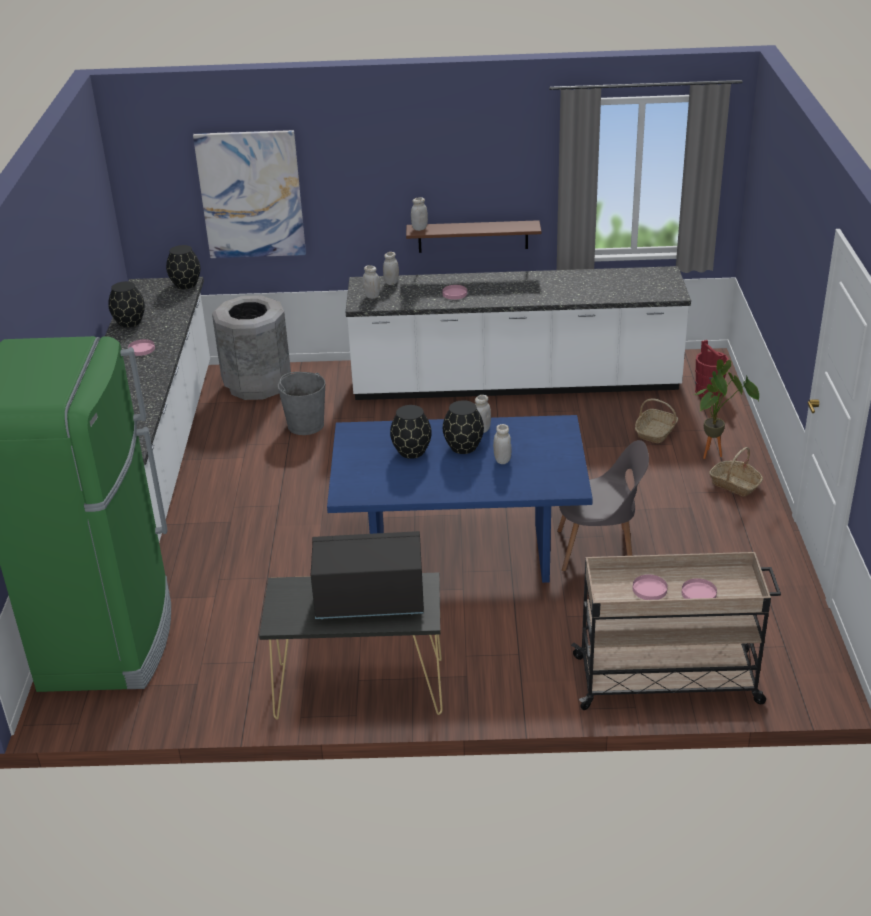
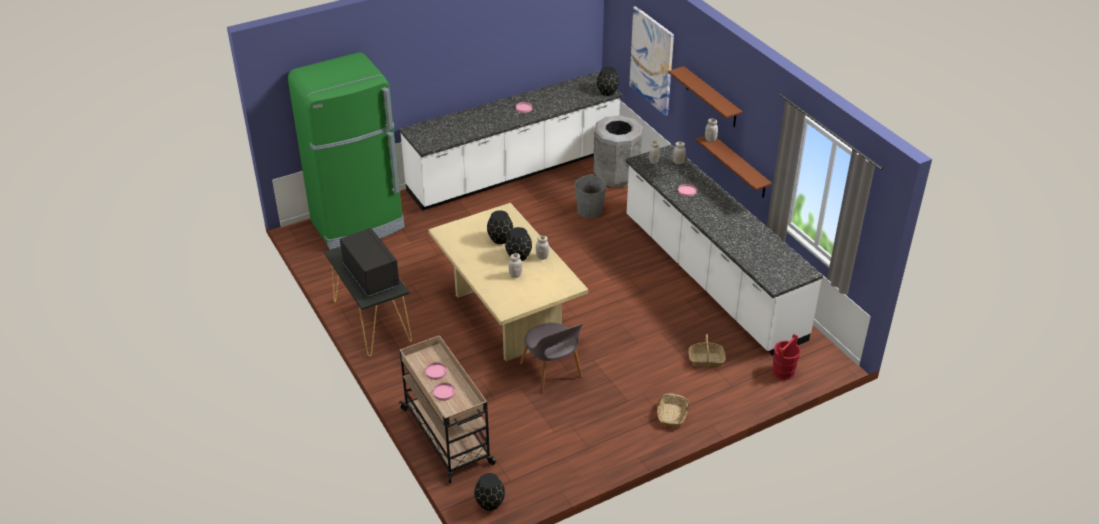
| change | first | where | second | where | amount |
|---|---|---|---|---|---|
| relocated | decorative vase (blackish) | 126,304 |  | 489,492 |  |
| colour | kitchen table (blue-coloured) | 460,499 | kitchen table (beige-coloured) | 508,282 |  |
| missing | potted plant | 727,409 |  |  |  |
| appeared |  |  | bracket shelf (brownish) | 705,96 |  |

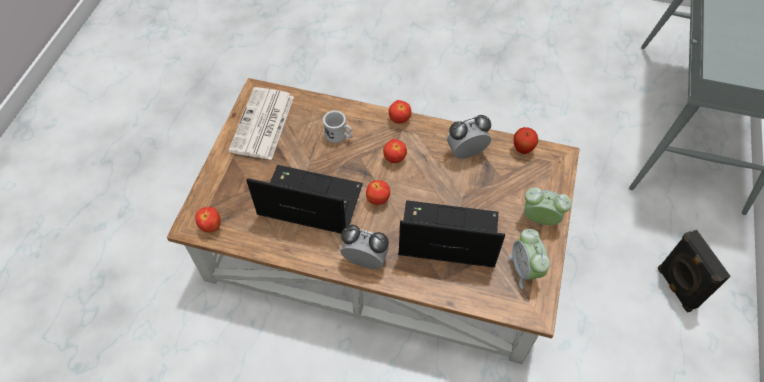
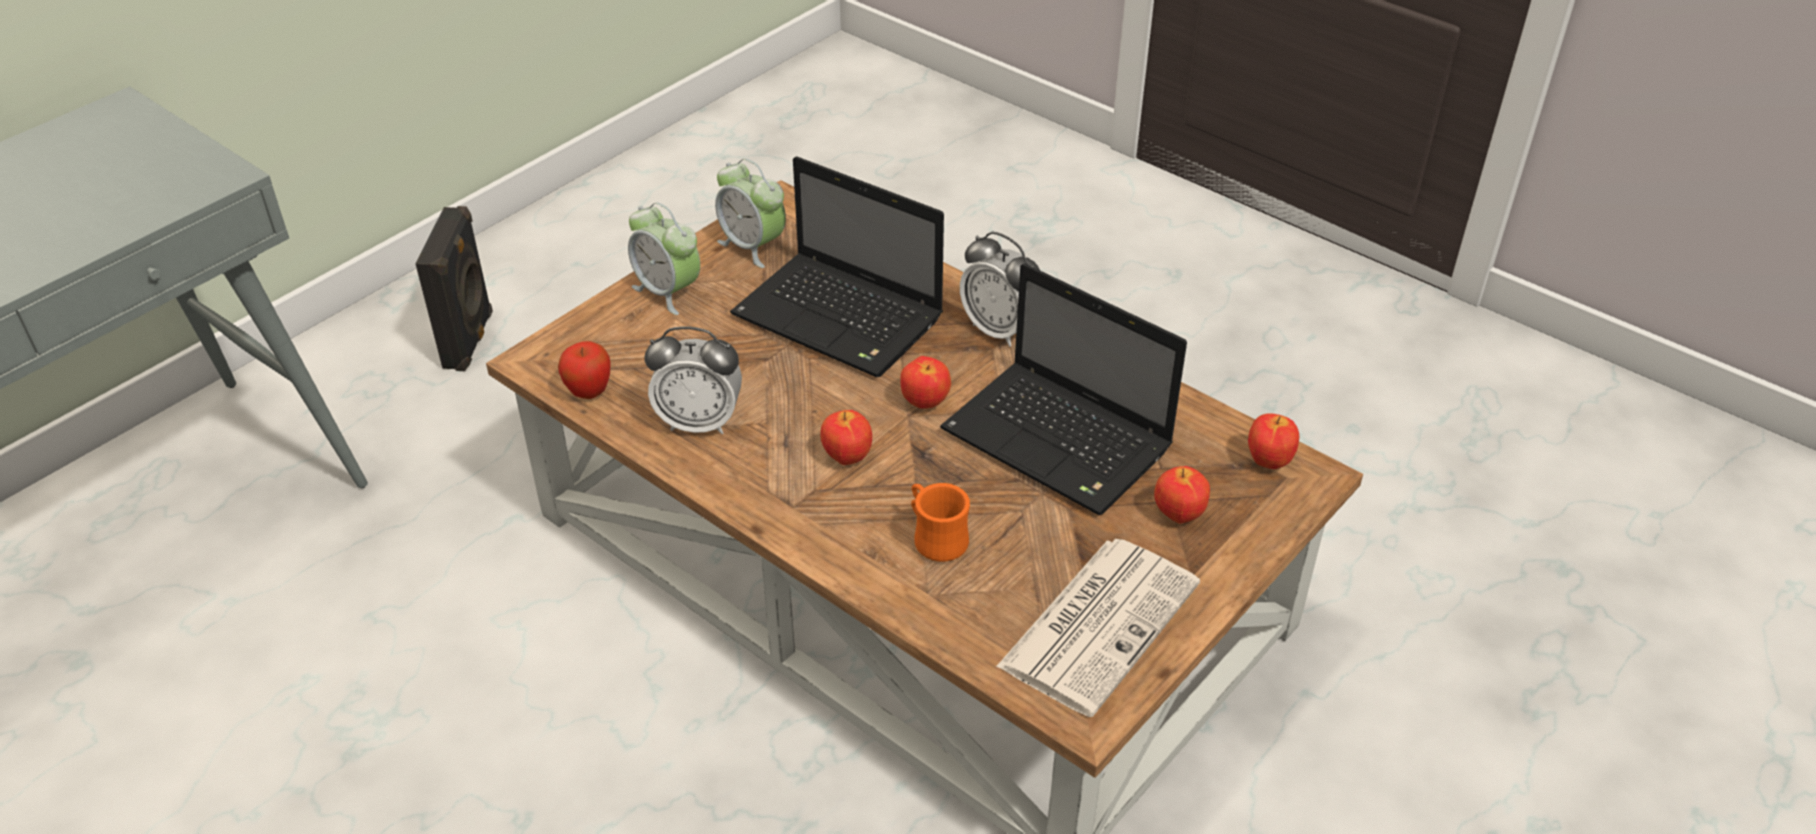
| change | first | where | second | where | amount |
|---|---|---|---|---|---|
| colour | coffee mug (white) | 338,127 | coffee mug (orangey) | 940,522 |  |
| relocated | whole apple | 400,112 |  | 1182,495 |  |
| spun | table clock | 529,259 |  | 750,213 | 120 degrees clockwise |

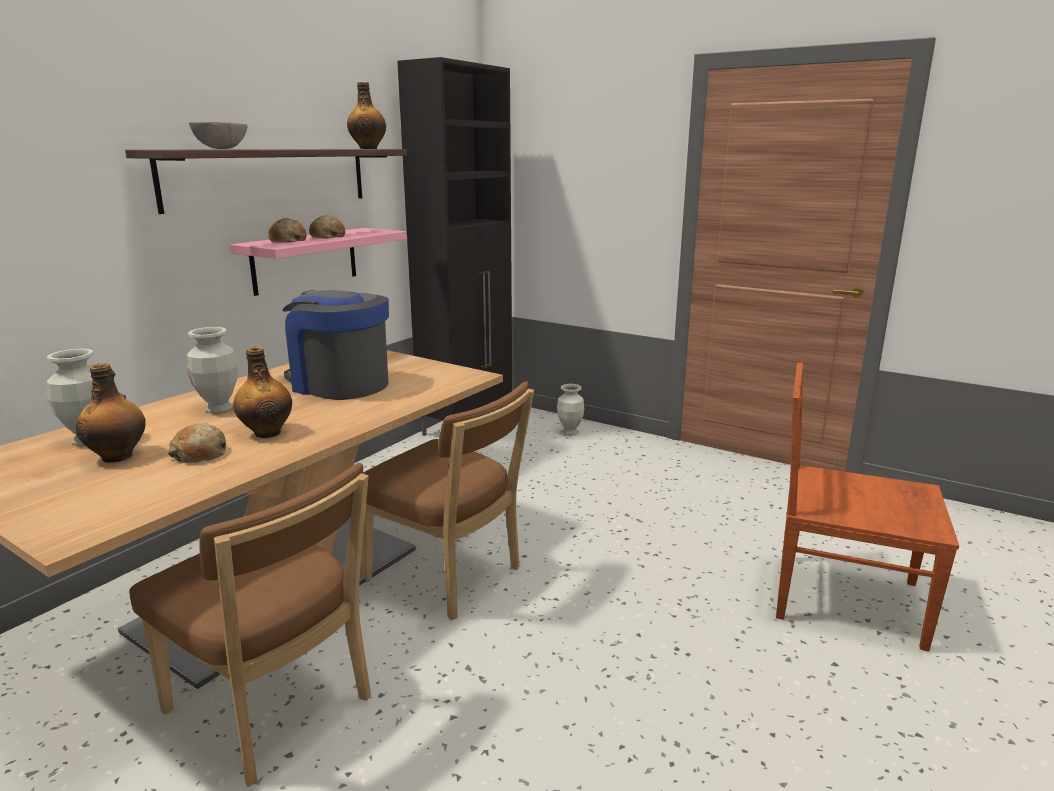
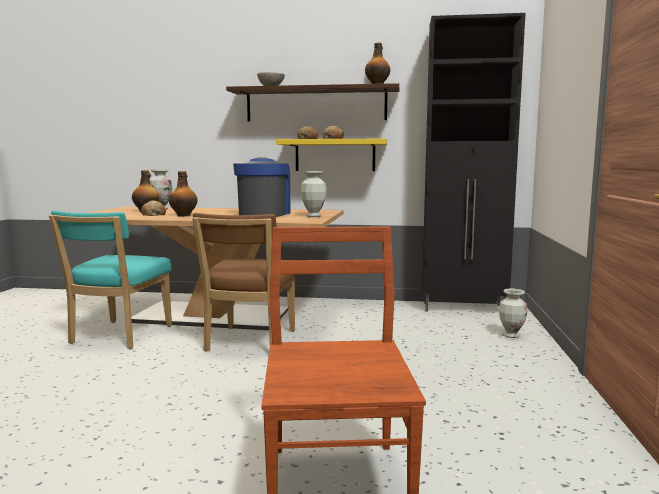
| change | first | where | second | where | amount |
|---|---|---|---|---|---|
| colour | upright chair (brownish) | 250,625 | upright chair (blue-green) | 110,279 |  |
| relocated | decorative vase | 212,370 |  | 314,194 |  |
| colour | bracket shelf (pink-coloured) | 318,262 | bracket shelf (yellow-coloured) | 331,155 |  |

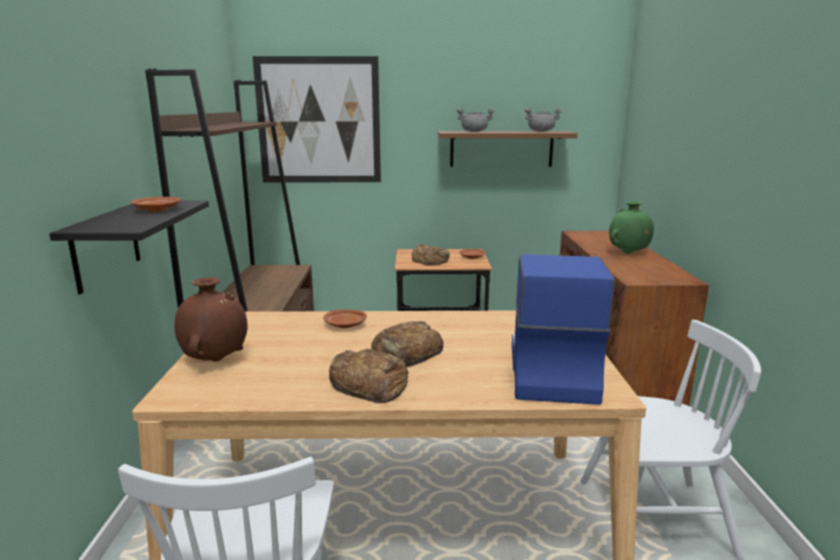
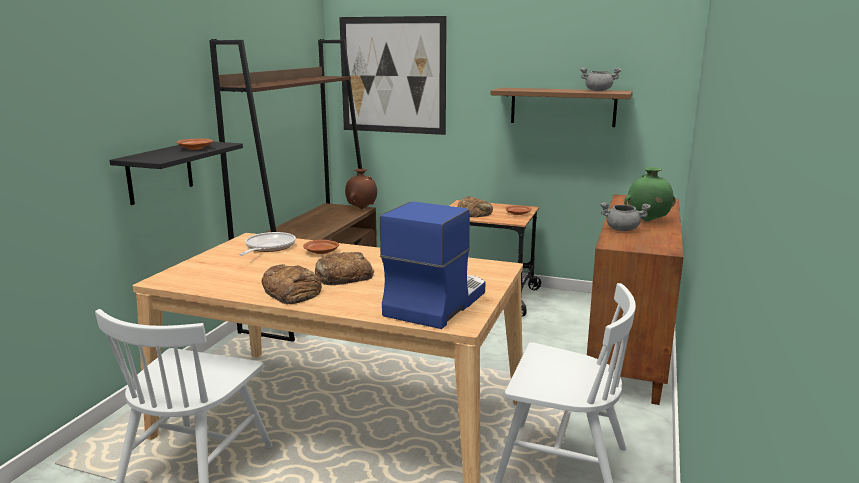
| change | first | where | second | where | amount |
|---|---|---|---|---|---|
| relocated | decorative vase (brownish) | 211,319 |  | 361,189 |  |
| relocated | saucepot (gray) | 475,120 |  | 625,216 |  |
| appeared |  |  | frying pan | 267,244 |  |

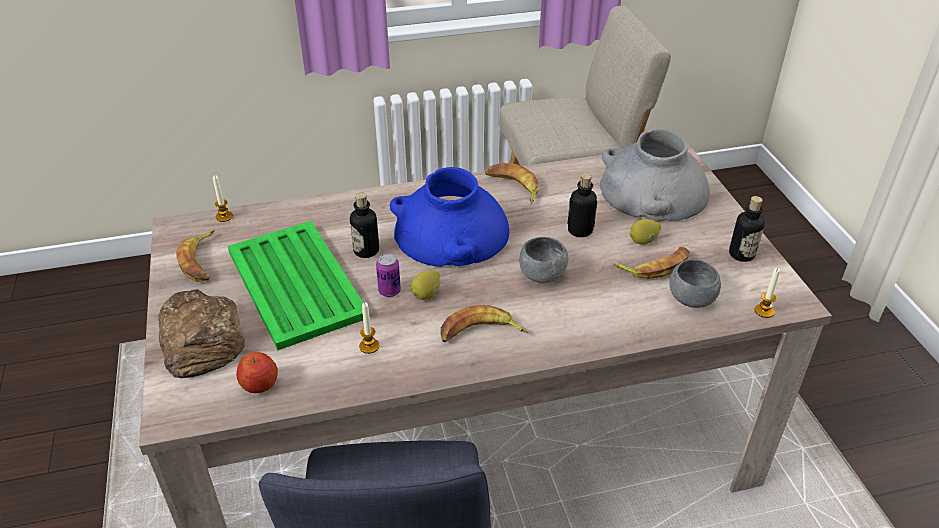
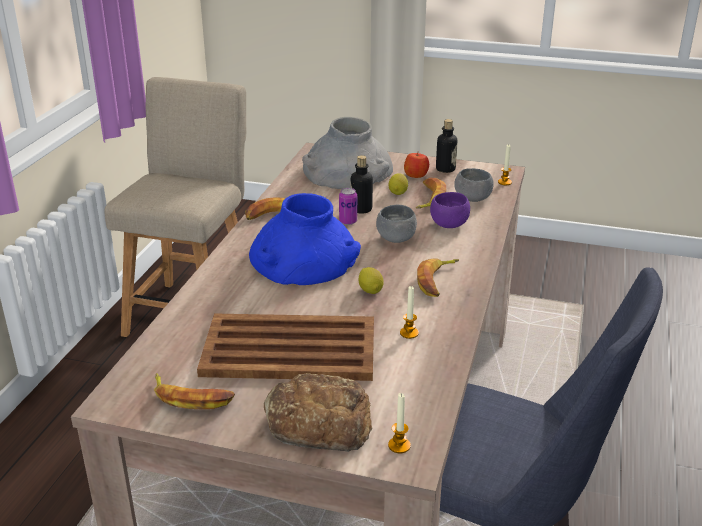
| change | first | where | second | where | amount |
|---|---|---|---|---|---|
| relocated | candle | 223,198 |  | 399,423 |  |
| colour | carrying tray (greenish) | 295,285 | carrying tray (brownish) | 285,347 |  |
| relocated | whole apple | 257,372 |  | 416,165 |  |
| missing | drink bottle | 364,225 |  |  |  |
| relocated | sealed can | 388,275 |  | 348,206 |  |
| appeared |  |  | deep dish (purplish) | 450,210 |  |

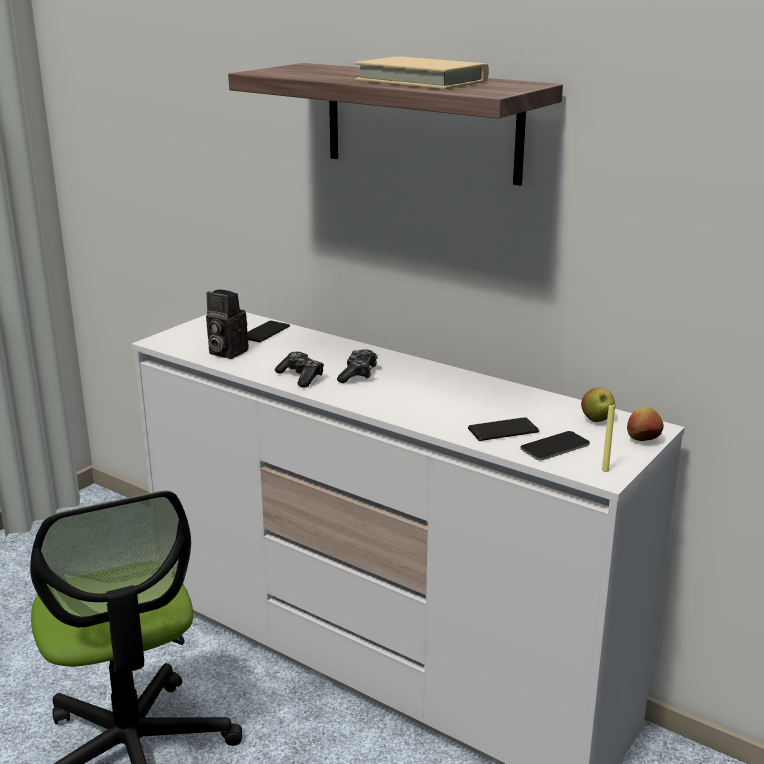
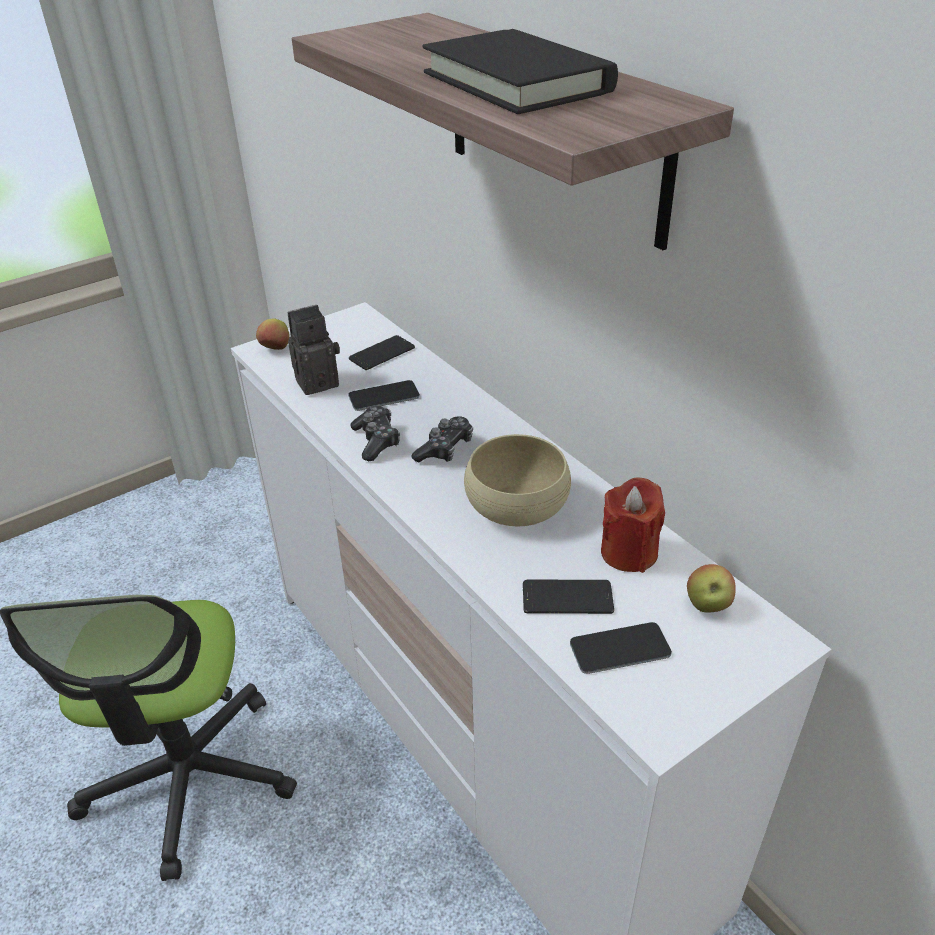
| change | first | where | second | where | amount |
|---|---|---|---|---|---|
| spun | photo camera | 227,324 |  | 314,350 | 105 degrees clockwise |
| colour | volume (beige-coloured) | 422,73 | volume (blackish) | 520,71 |  |
| missing | candle (yellow-coloured) | 608,438 |  |  |  |
| relocated | whole apple | 645,424 |  | 273,334 |  |
| appeared |  |  | handset | 384,395 |  |
| appeared |  |  | deep dish (beige-coloured) | 517,480 |  |
| appeared |  |  | candle (red) | 633,525 |  |

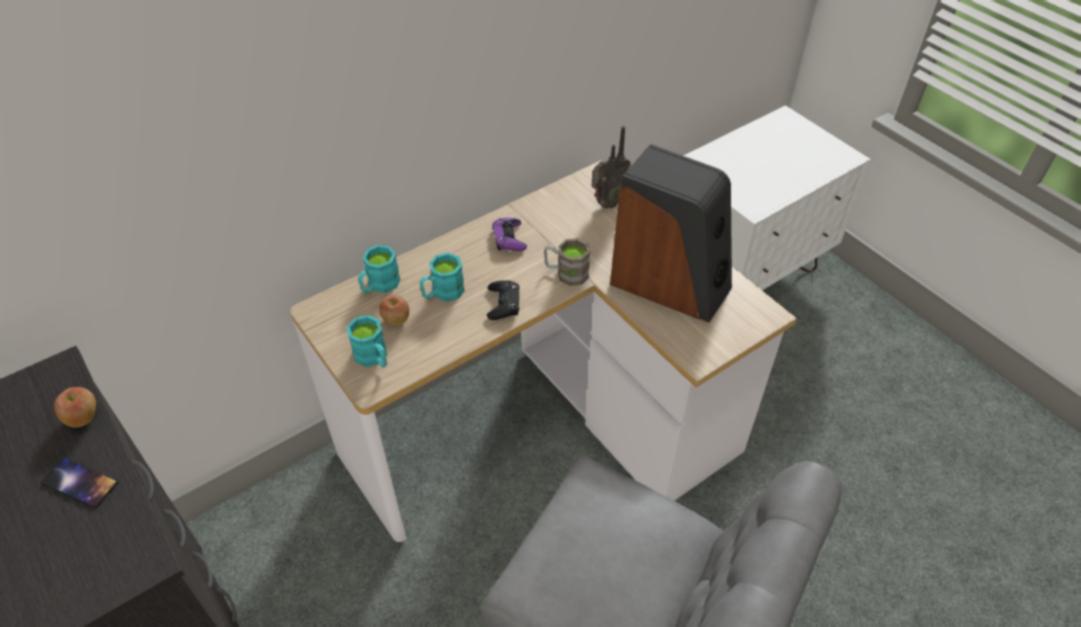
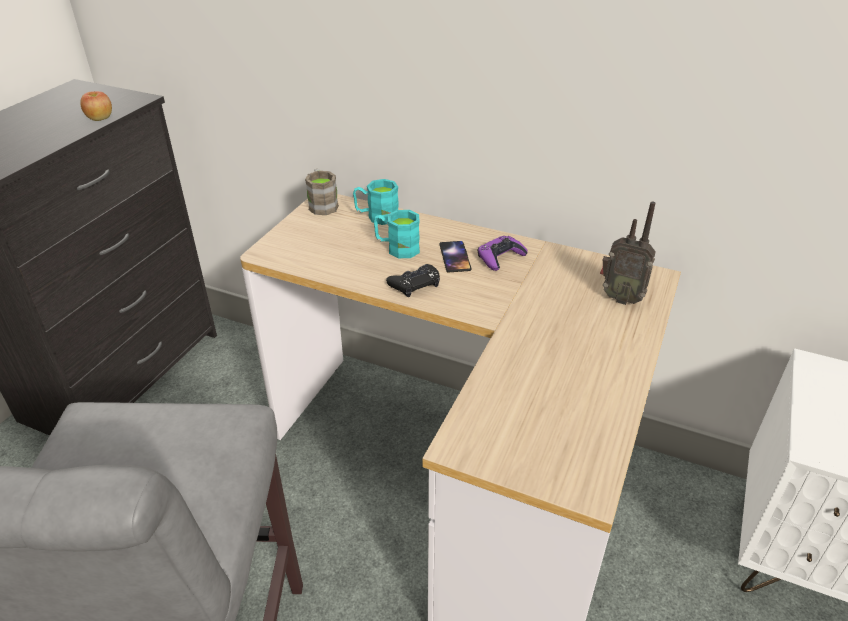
| change | first | where | second | where | amount |
|---|---|---|---|---|---|
| relocated | handset | 80,483 |  | 455,257 |  |
| missing | coffee mug (blue-green) | 367,341 |  |  |  |
| missing | whole apple | 394,310 |  |  |  |
| relocated | coffee mug (brownish) | 567,262 |  | 322,192 |  |
| missing | loudspeaker | 671,233 |  |  |  |

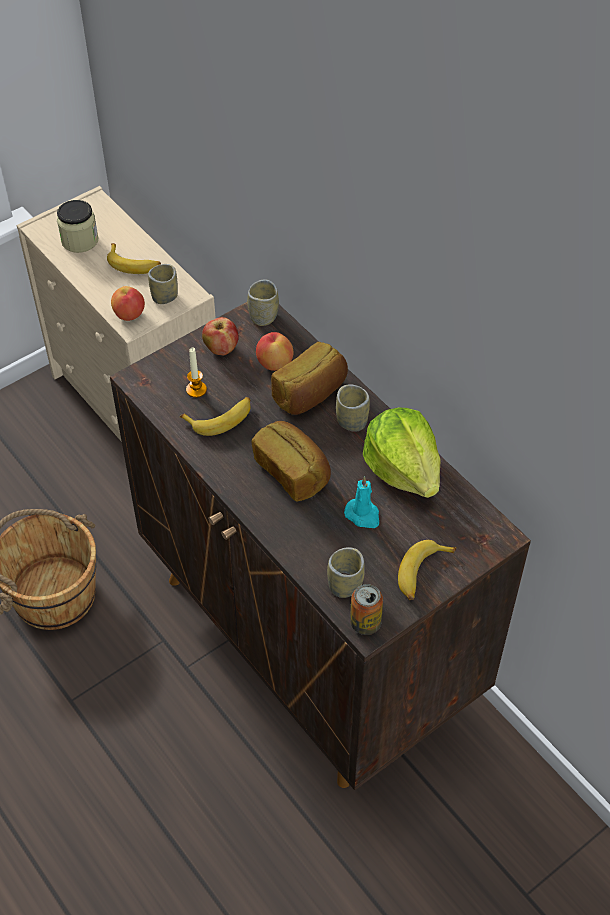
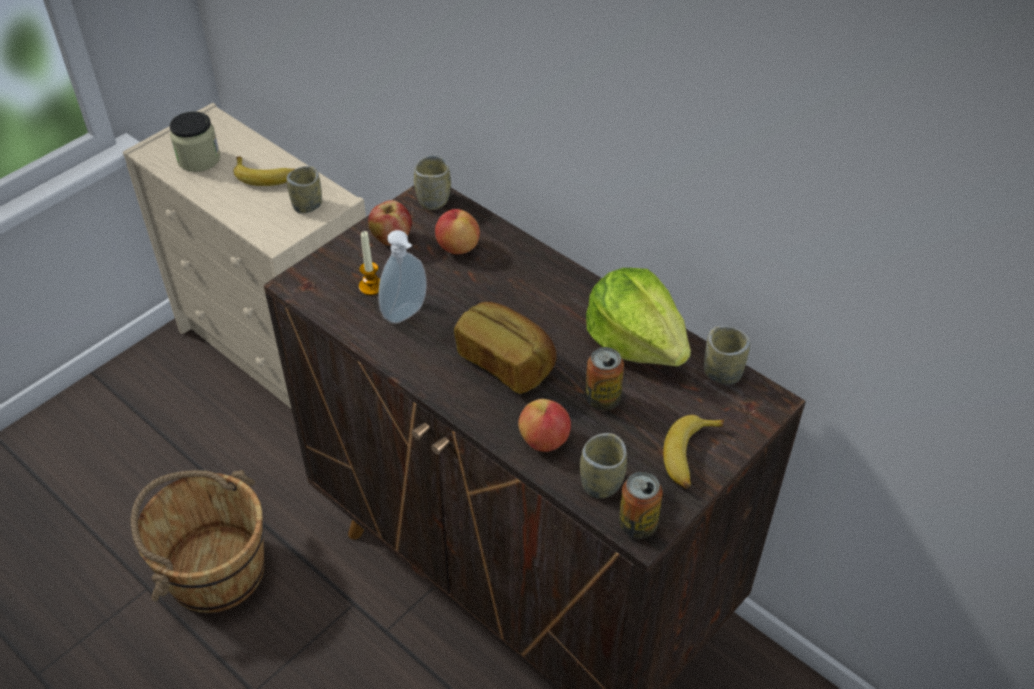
| change | first | where | second | where | amount |
|---|---|---|---|---|---|
| relocated | whole apple | 128,303 |  | 544,425 |  |
| exchanged | banana | 215,416 | soap bottle | 402,276 |  |
| missing | baked bread | 309,378 |  |  |  |
| relocated | drinking cup | 353,408 |  | 727,355 |  |
| exchanged | candle (blue-green) | 361,502 | sealed can | 604,379 |  |

